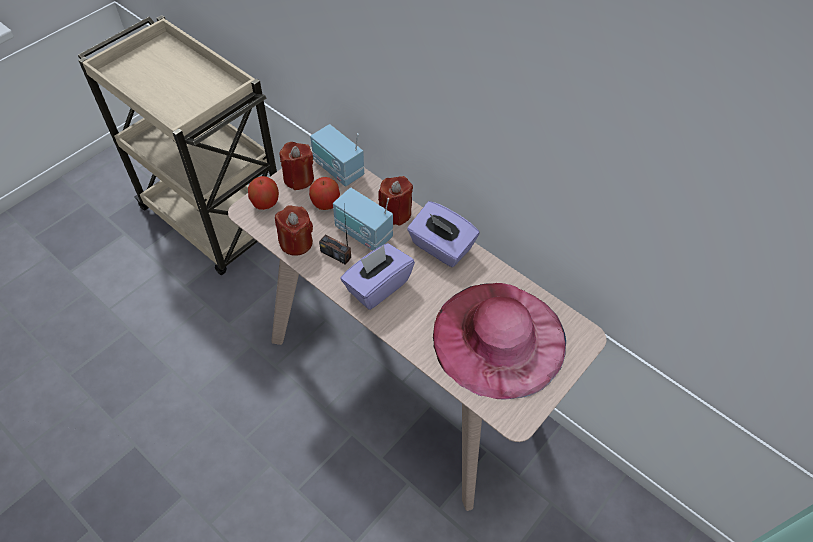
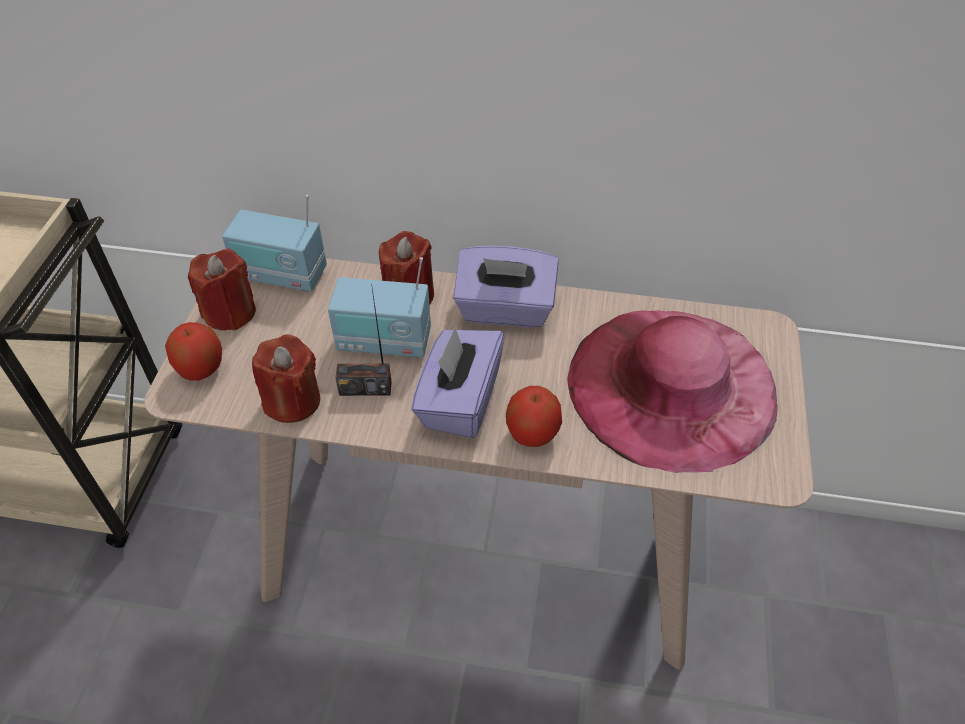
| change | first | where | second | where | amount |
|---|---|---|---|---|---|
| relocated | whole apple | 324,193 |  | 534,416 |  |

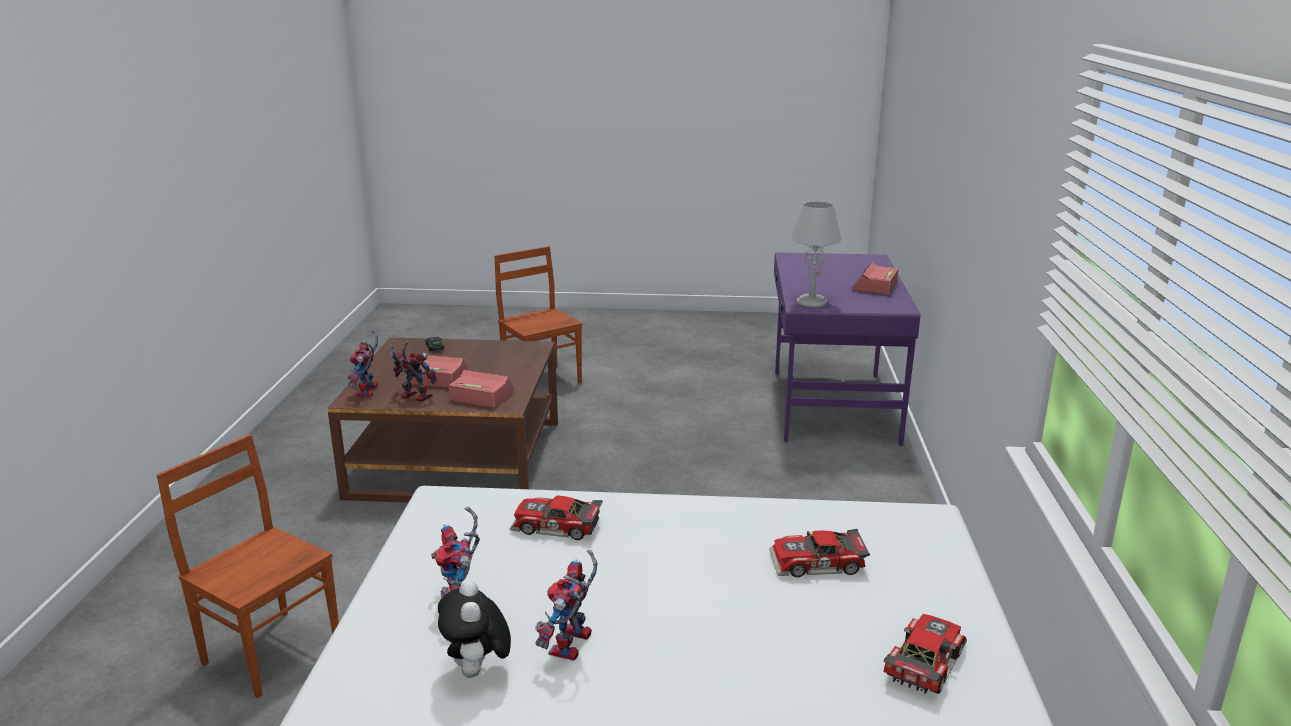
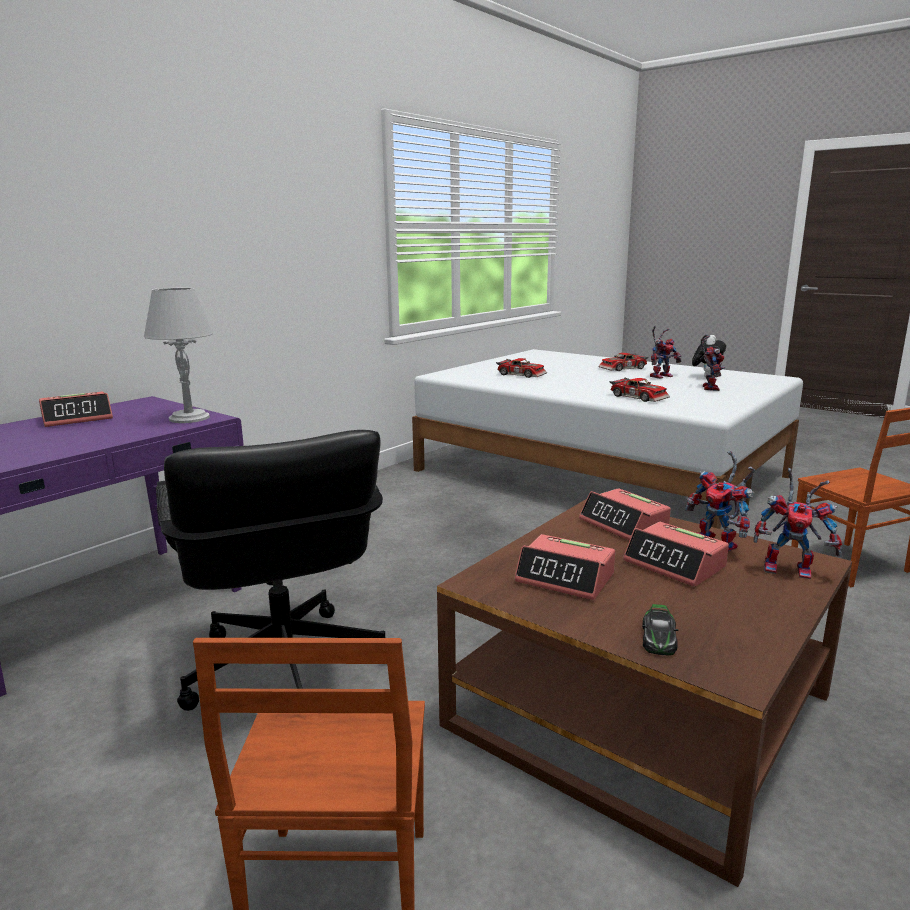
| change | first | where | second | where | amount |
|---|---|---|---|---|---|
| spun | toy robot | 362,363 |  | 797,523 | 75 degrees clockwise |
| relocated | miniature car | 925,654 |  | 623,362 |  |
| appeared |  |  | desk chair (blackish) | 270,570 |  |
| appeared |  |  | table clock | 564,567 |  |

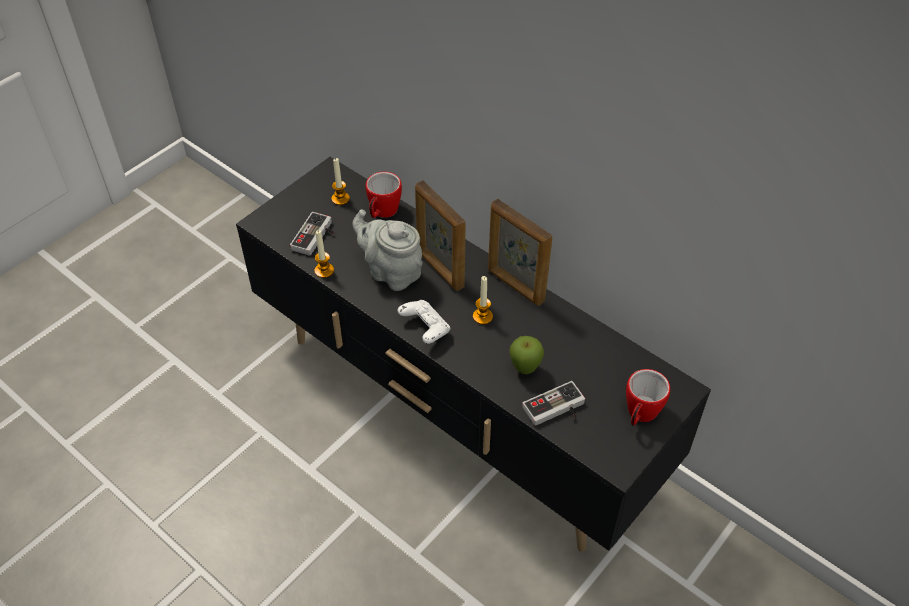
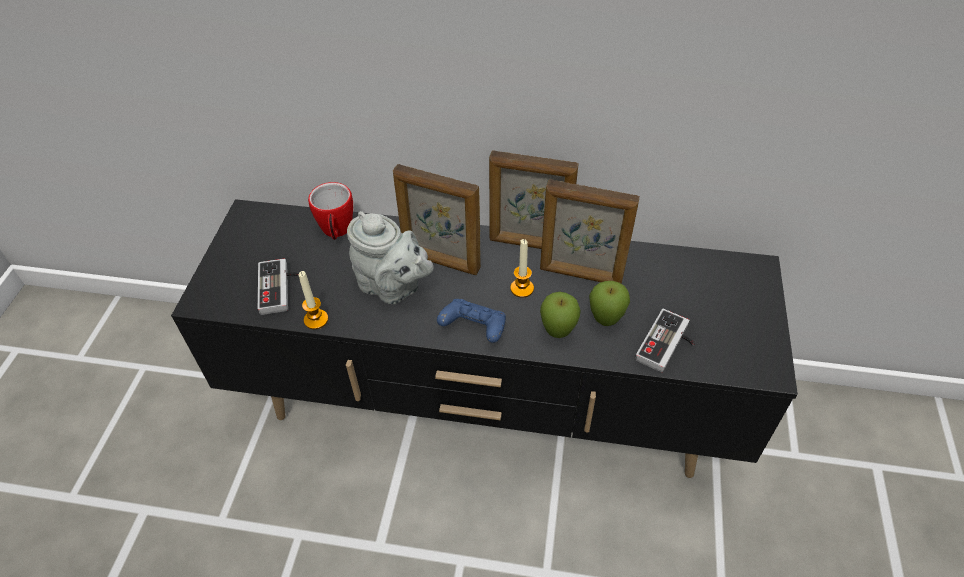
| change | first | where | second | where | amount |
|---|---|---|---|---|---|
| missing | candle | 340,181 |  |  |  |
| spun | teapot (gray) | 387,250 |  | 390,257 | 150 degrees counterclockwise |
| colour | game controller (white) | 424,322 | game controller (blue-coloured) | 471,321 |  |
| missing | coffee mug | 648,397 |  |  |  |
| appeared |  |  | picture frame | 590,231 |  |
| appeared |  |  | whole apple | 560,315 |  |

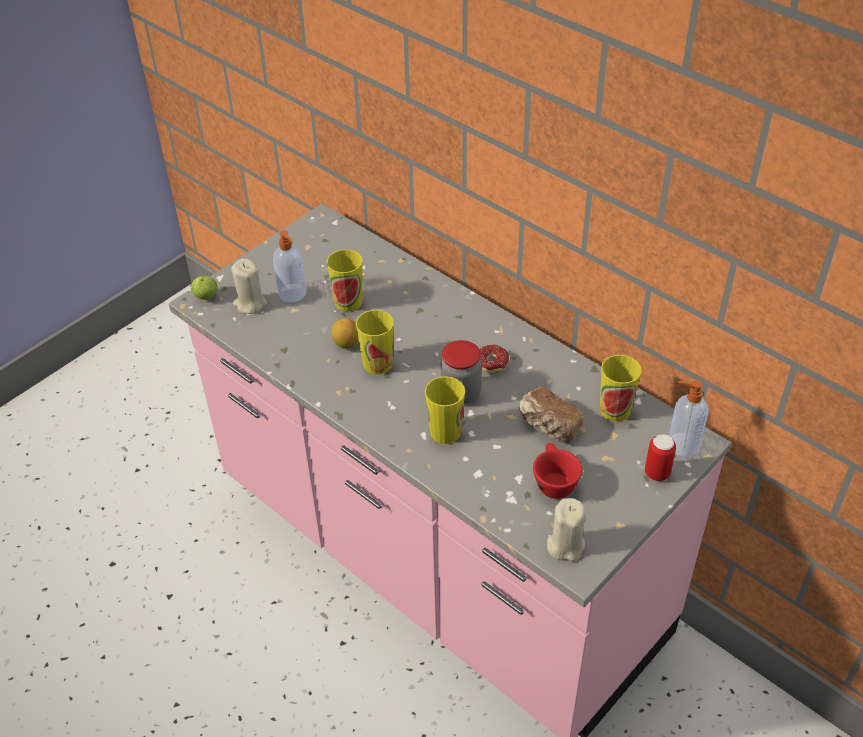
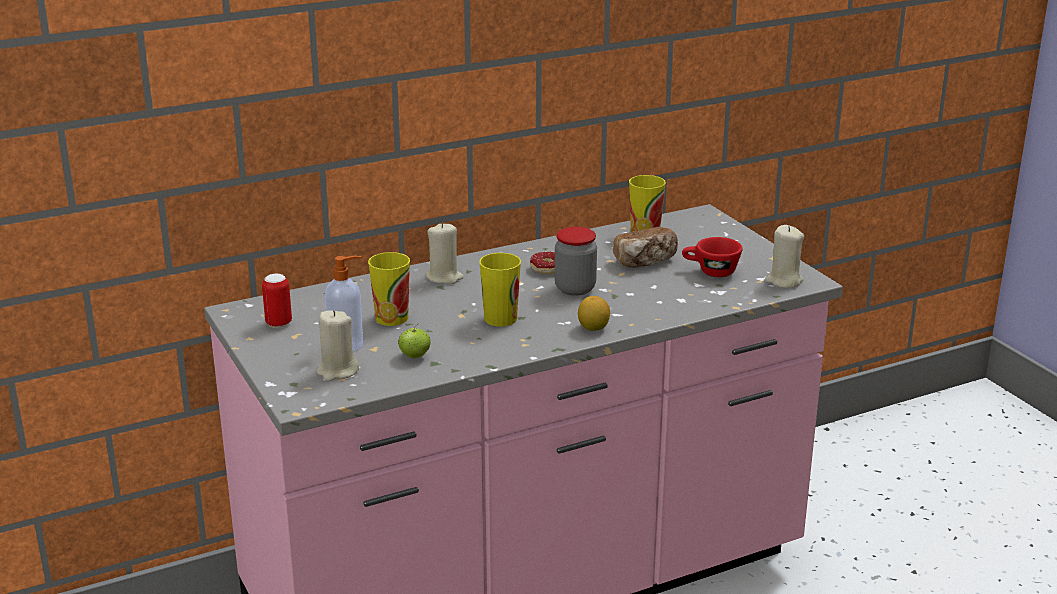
| change | first | where | second | where | amount |
|---|---|---|---|---|---|
| relocated | whole apple | 204,287 |  | 414,340 |  |
| relocated | citrus fruit | 345,333 |  | 594,313 |  |
| missing | drinking cup | 445,410 |  |  |  |
| relocated | sealed can | 660,457 |  | 277,301 |  |
| missing | soap bottle | 689,419 |  |  |  |
| appeared |  |  | candle (beige-coloured) | 445,253 |  |

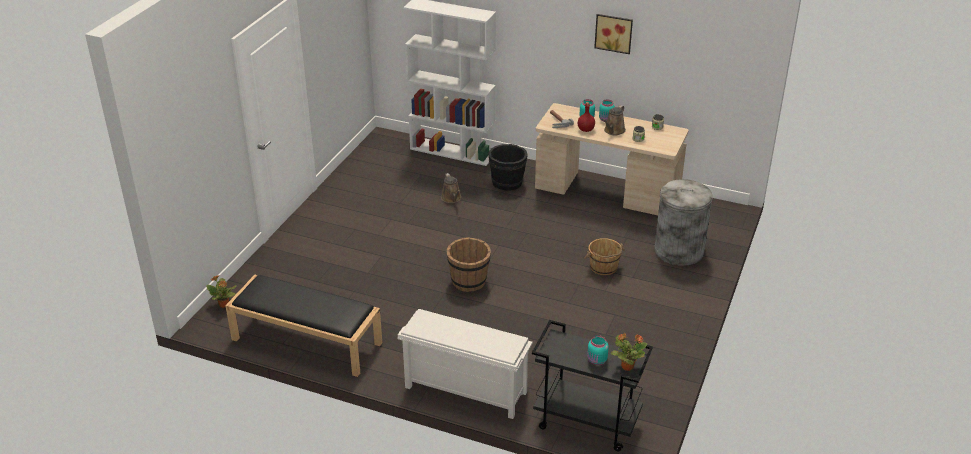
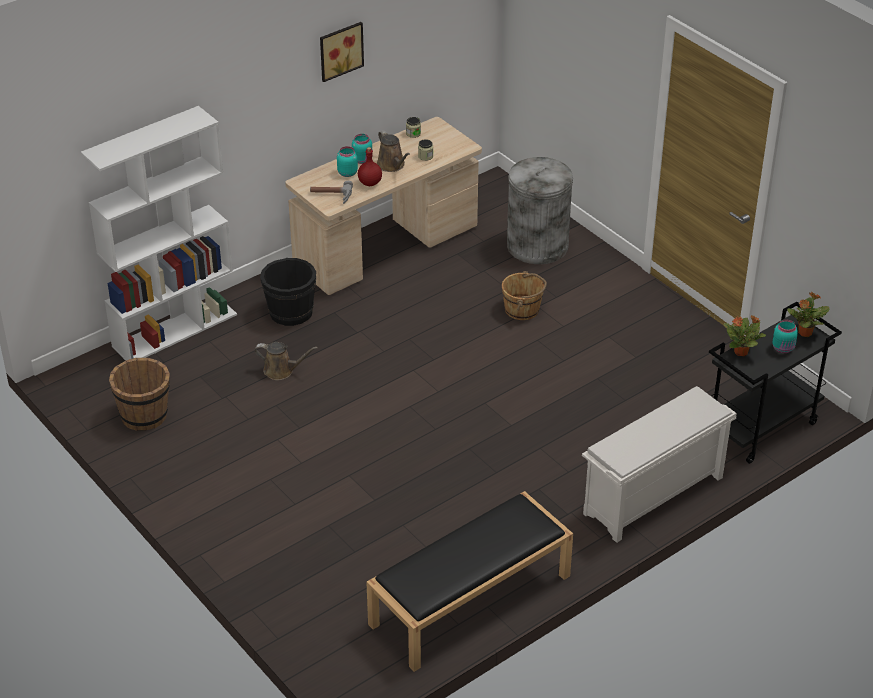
| change | first | where | second | where | amount |
|---|---|---|---|---|---|
| relocated | potted plant | 221,291 |  | 744,335 |  |
| relocated | bucket (brownish) | 468,264 |  | 139,394 |  |

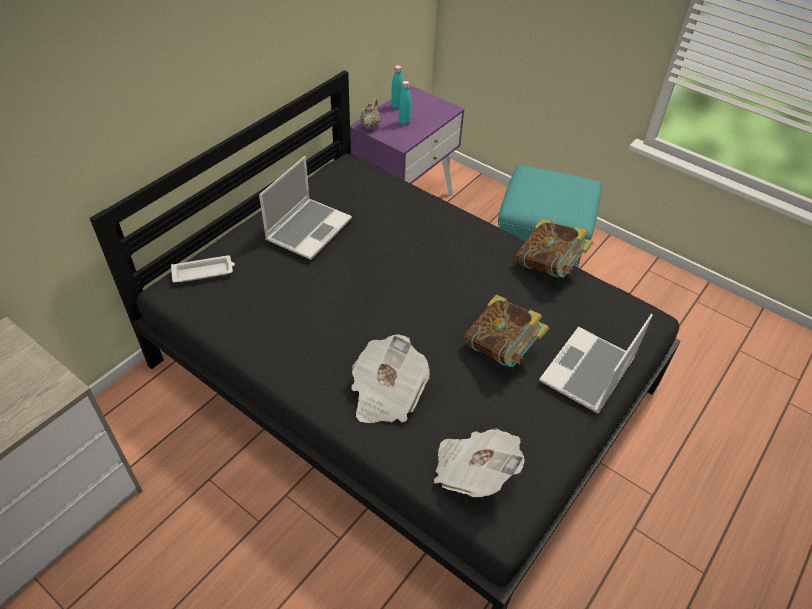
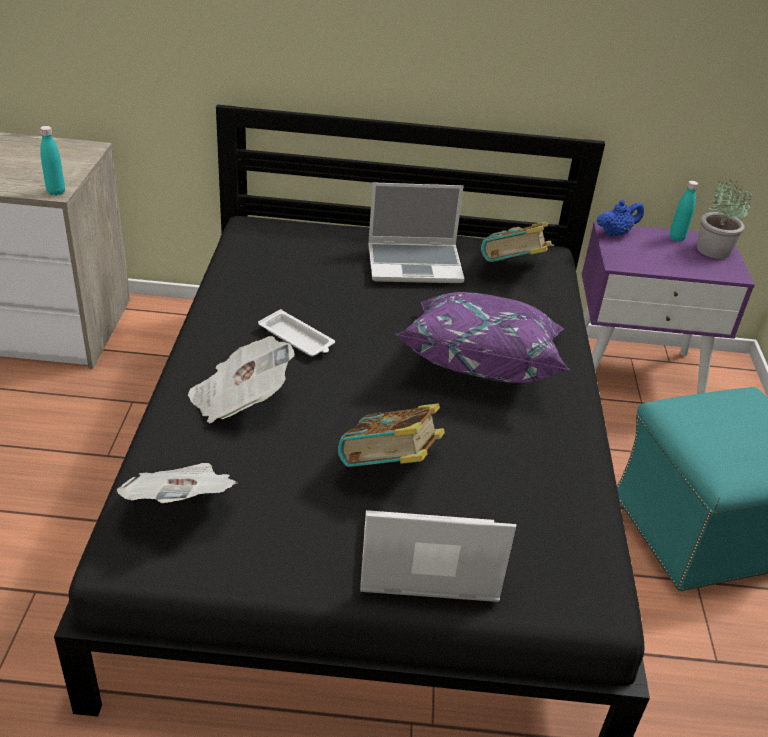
| change | first | where | second | where | amount |
|---|---|---|---|---|---|
| relocated | carrying tray (white) | 203,269 |  | 296,332 |  |
| colour | teapot (beige-coloured) | 370,113 | teapot (blue-coloured) | 620,218 |  |
| relocated | drink bottle (blue-green) | 405,103 |  | 52,161 |  |
| relocated | volume | 554,248 |  | 516,241 |  |
| appeared |  |  | pillow (purplish) | 483,337 |  |
| appeared |  |  | potted plant | 724,219 |  |

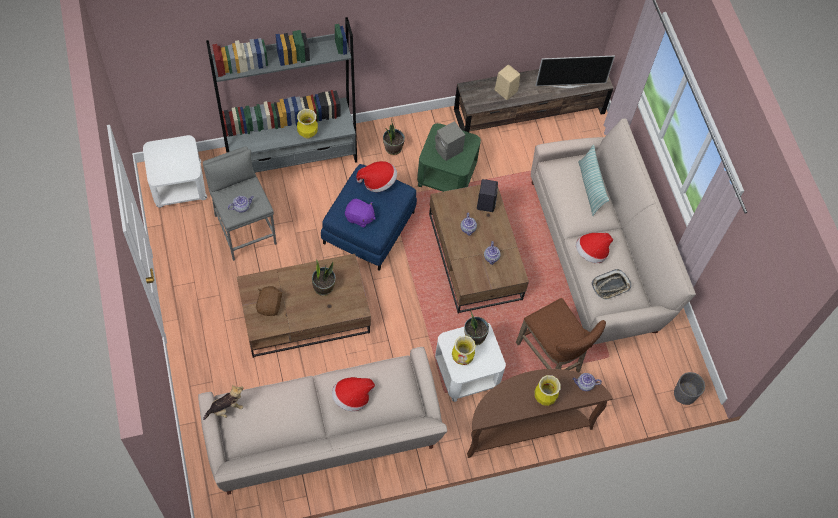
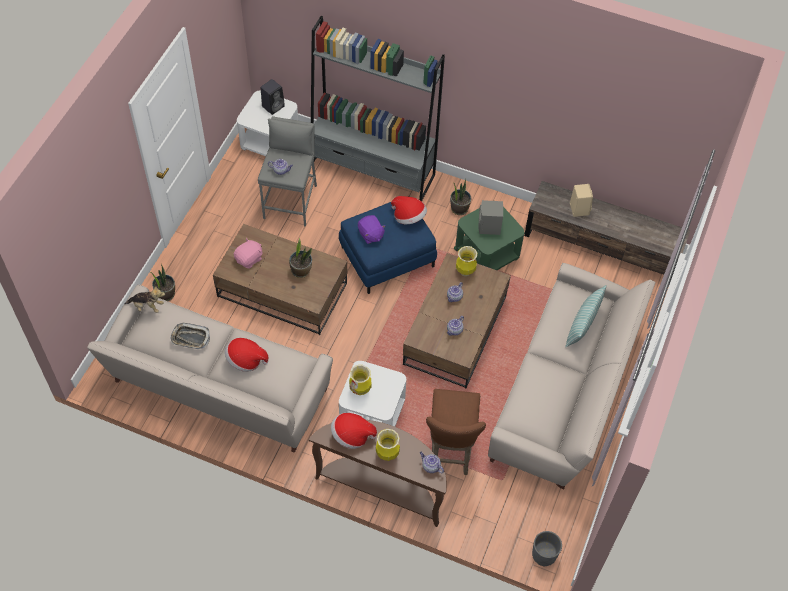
| change | first | where | second | where | amount |
|---|---|---|---|---|---|
| colour | plush toy (brownish) | 269,301 | plush toy (pink-coloured) | 248,253 |  |
| relocated | decorative vase | 307,124 |  | 466,261 |  |
| relocated | potted plant | 476,327 |  | 163,282 |  |
| relocated | loudspeaker (blackish) | 487,195 |  | 273,97 |  |
| missing | TV set | 575,71 |  |  |  |
| relocated | clothing hat | 594,248 |  | 354,431 |  |
| relocated | carrying tray | 611,284 |  | 190,336 |  |

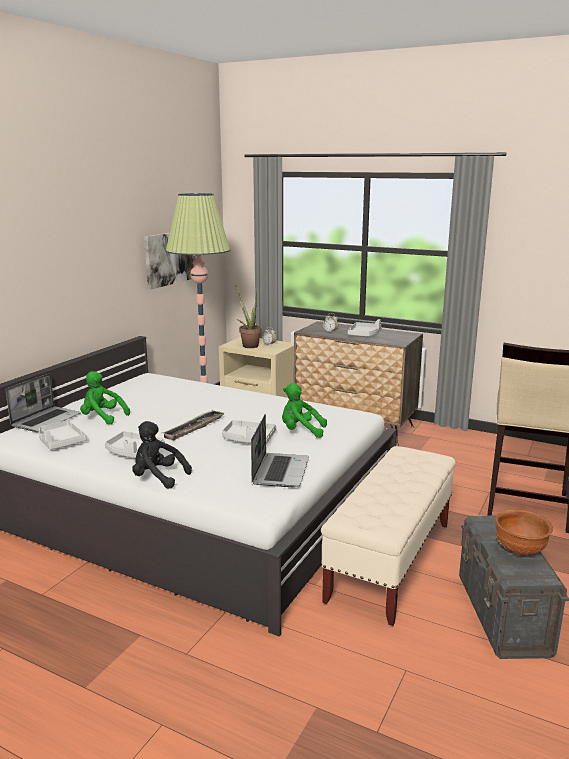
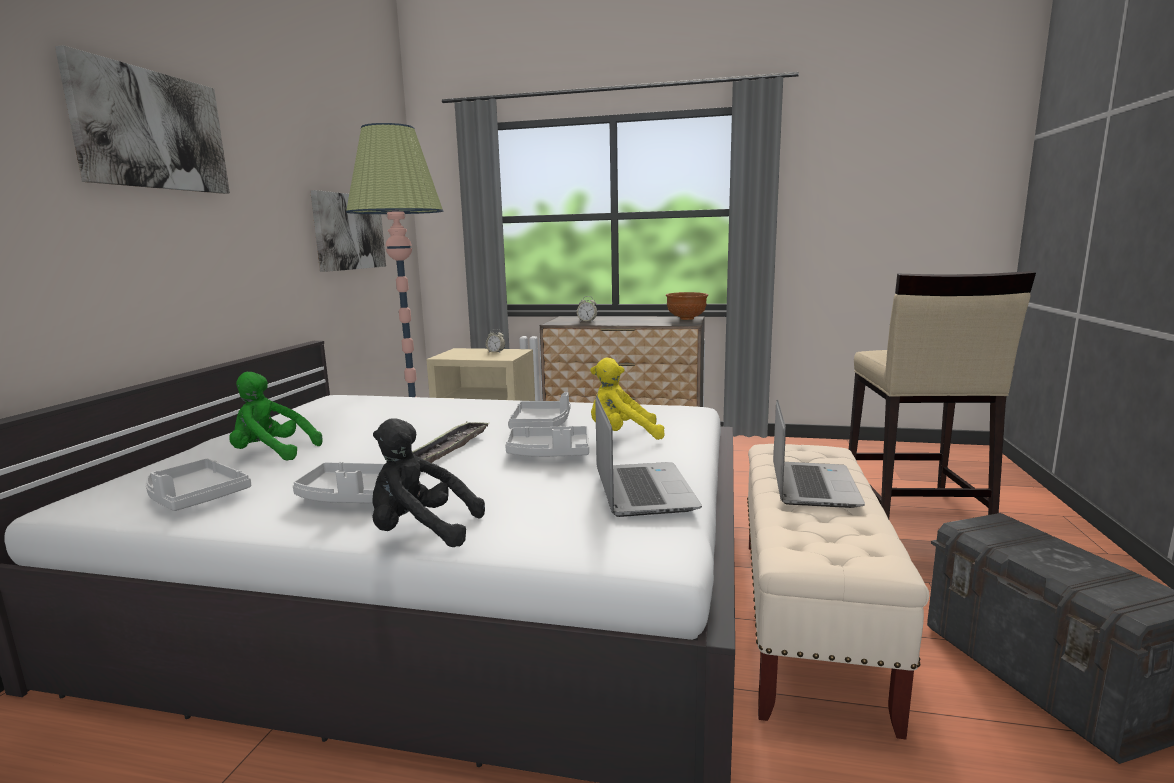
| change | first | where | second | where | amount |
|---|---|---|---|---|---|
| relocated | portable computer | 43,402 |  | 819,454 |  |
| missing | potted plant | 248,316 |  |  |  |
| colour | plush toy (greenish) | 304,410 | plush toy (yellow-coloured) | 627,399 |  |
| relocated | carrying tray (gray) | 365,327 |  | 539,410 |  |
| relocated | deep dish (brownish) | 524,532 |  | 687,306 |  |
| appeared |  |  | wall art | 142,119 |  |

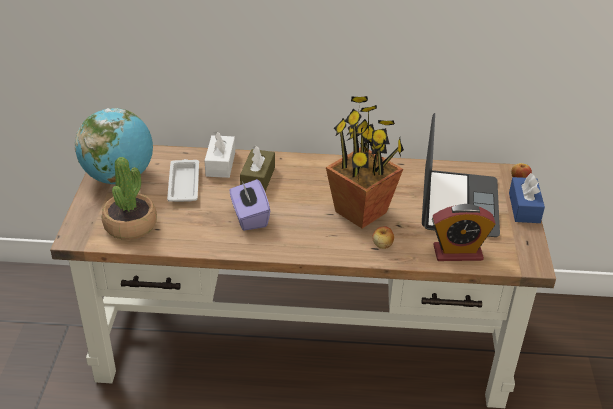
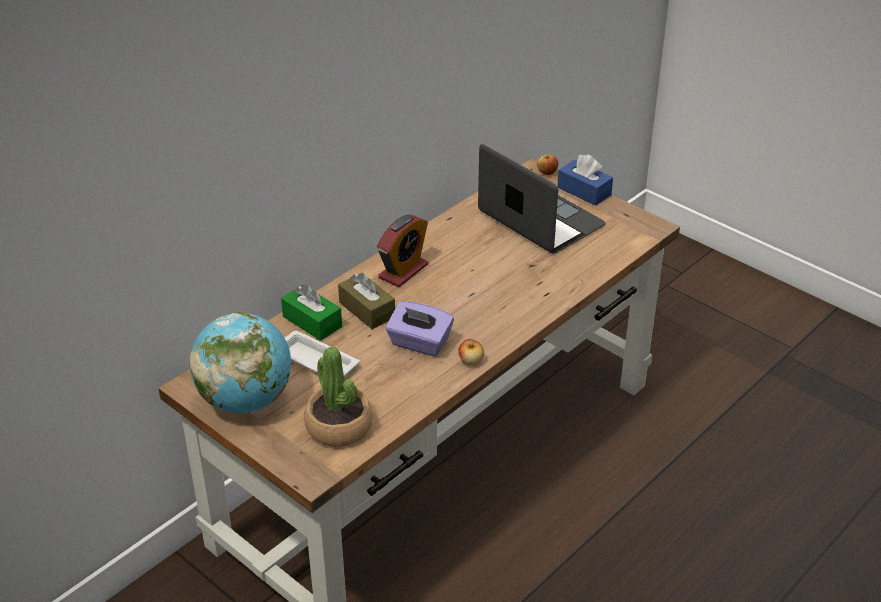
| change | first | where | second | where | amount |
|---|---|---|---|---|---|
| colour | box of tissues (white) | 220,154 | box of tissues (greenish) | 311,312 |  |
| missing | potted plant | 365,162 |  |  |  |
| relocated | whole apple | 383,237 |  | 471,352 |  |
| relocated | table clock | 464,232 |  | 402,251 |  |

